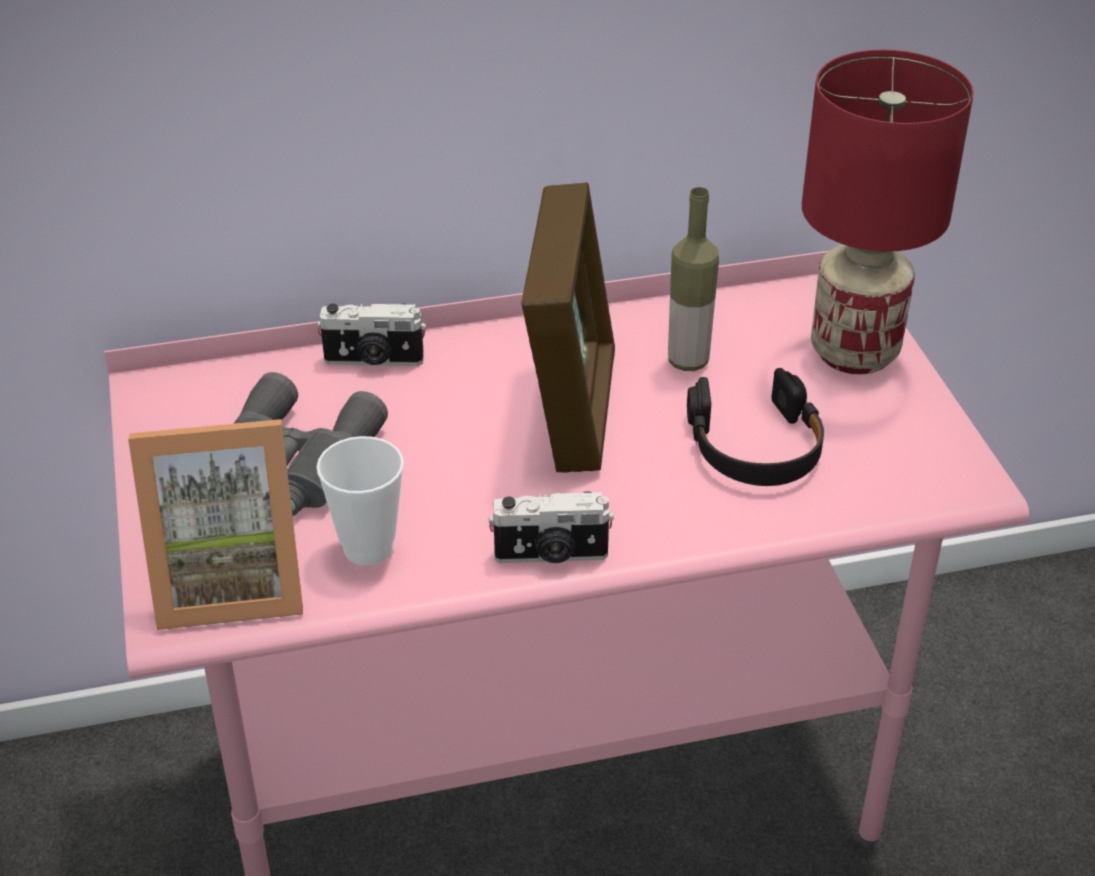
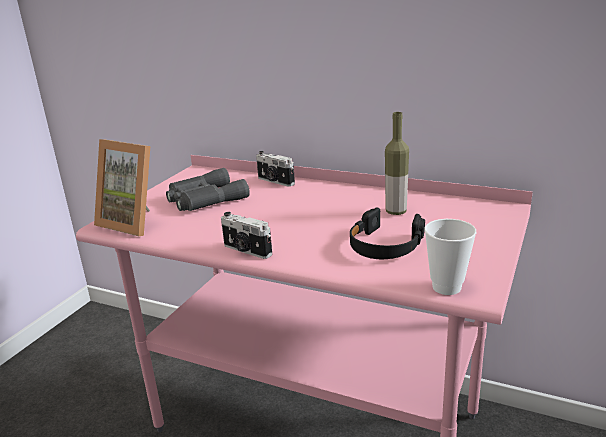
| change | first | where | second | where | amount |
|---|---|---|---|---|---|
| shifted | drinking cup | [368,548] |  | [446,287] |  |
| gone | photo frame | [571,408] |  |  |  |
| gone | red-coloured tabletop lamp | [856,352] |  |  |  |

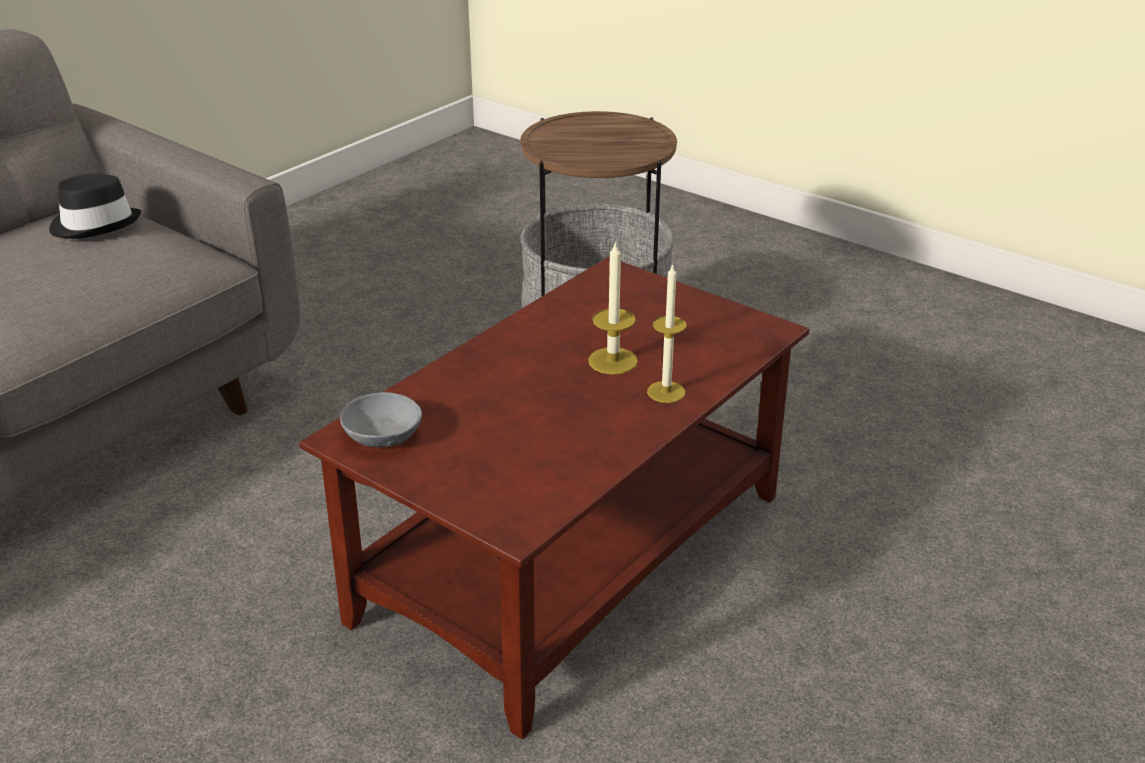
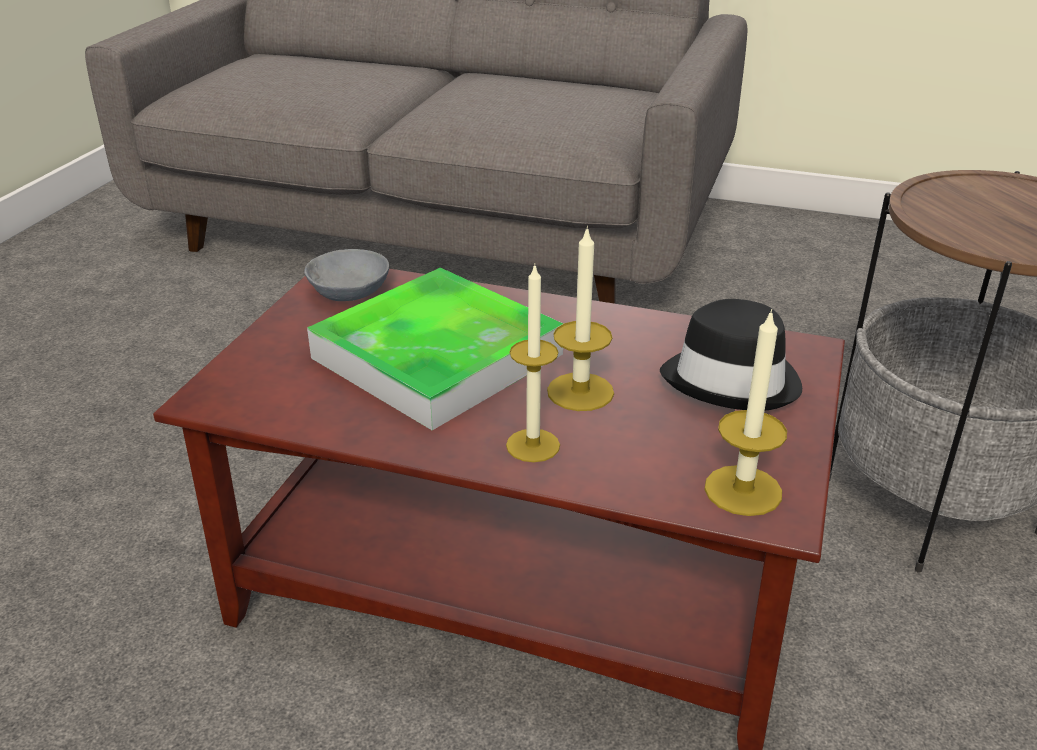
| change | first | where | second | where | amount |
|---|---|---|---|---|---|
| shifted | black-coloured hat | [95,224] |  | [733,380] |  |
| new |  |  | tray | [437,356] |  |
| new |  |  | wax candle | [743,490] |  |

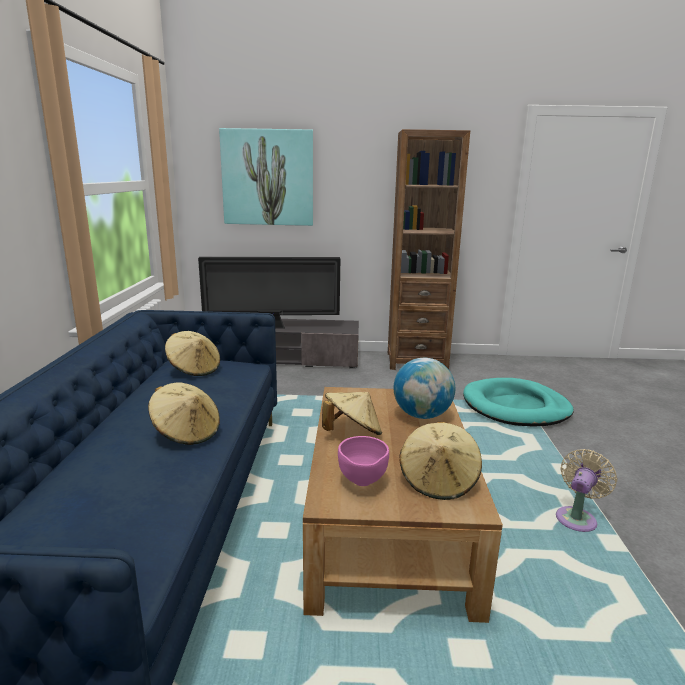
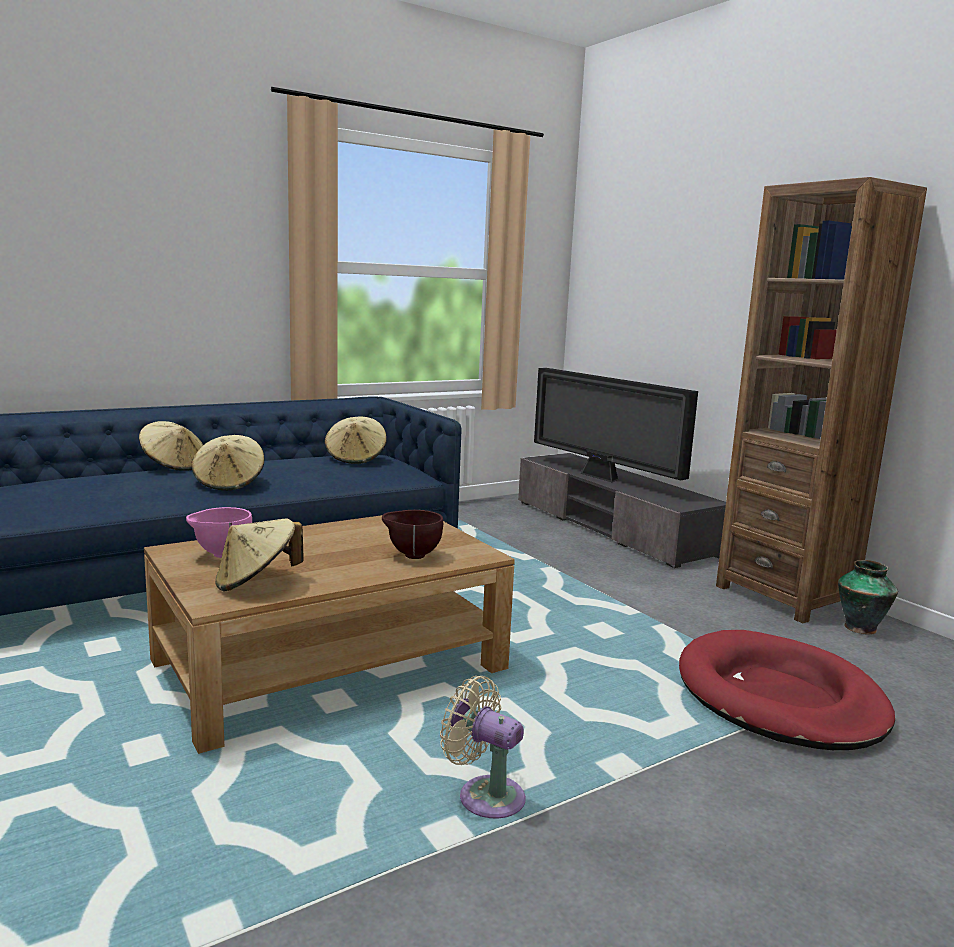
| change | first | where | second | where | amount |
|---|---|---|---|---|---|
| gone | wall picture | [268,178] |  |  |  |
| shifted | sand-coloured hat | [352,433] |  | [174,466] |  |
| swapped | desk globe | [422,415] | brown deep dish | [411,556] |  |
| repainted | turquoise dog cushion | [515,407] | red-coloured dog cushion | [779,697] |  |
| rotated | sand-coloured fan | [577,518] |  | [485,796] | 150 degrees counterclockwise |
| new |  |  | vase | [860,627] |  |

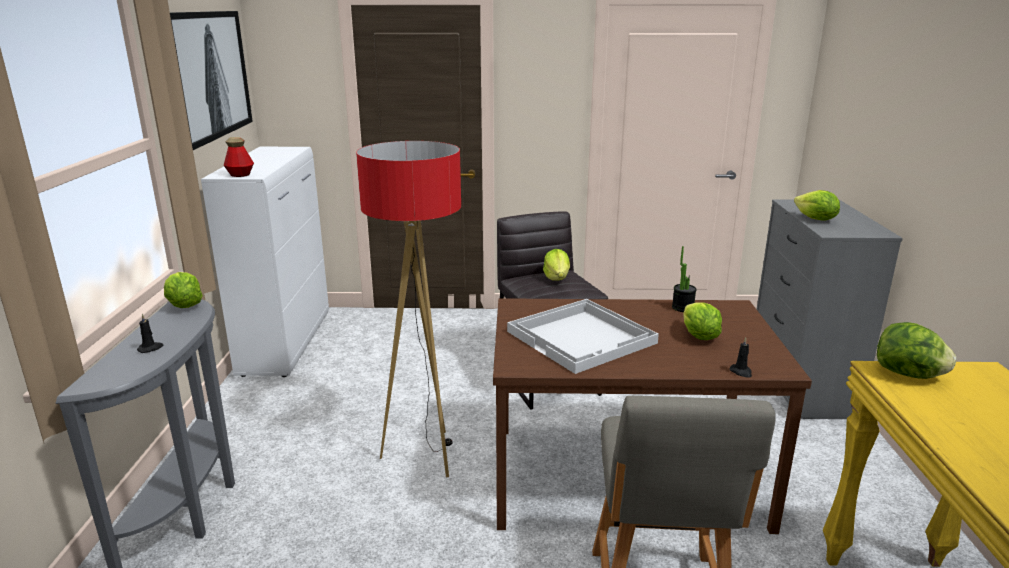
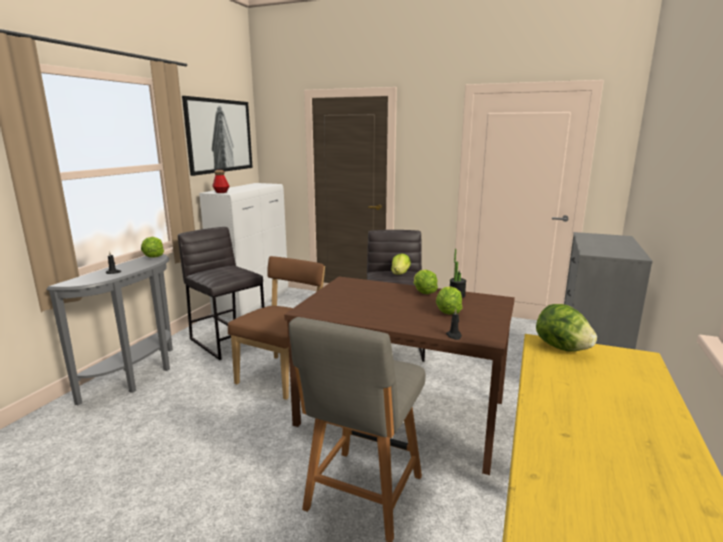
| change | first | where | second | where | amount |
|---|---|---|---|---|---|
| swapped | standard lamp | [424,455] | brown plain chair | [283,374] |  |
| gone | whitish tray | [582,337] |  |  |  |
| shifted | lettuce | [815,219] |  | [424,292] |  |
| new |  |  | grey stool | [228,340] |  |

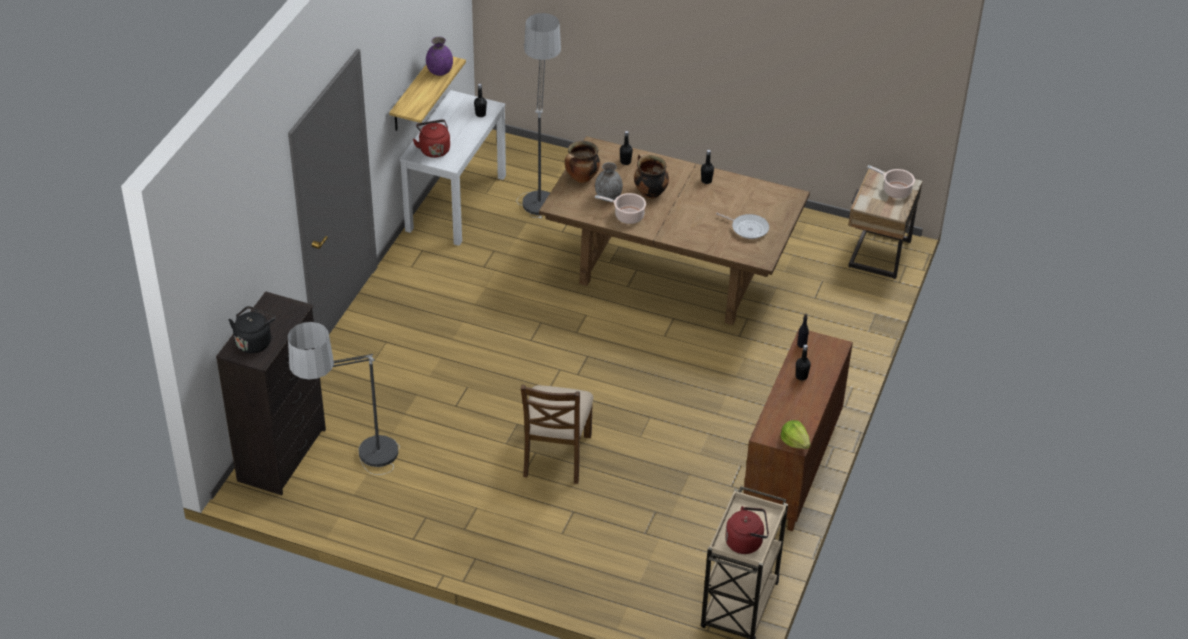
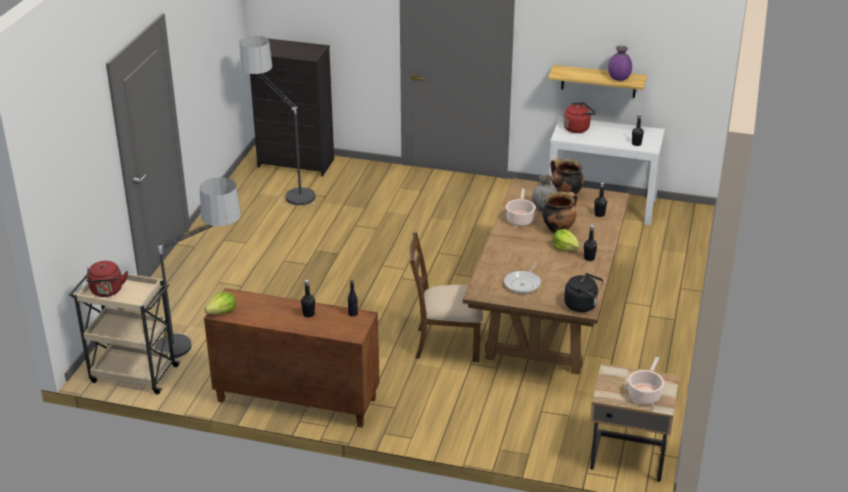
| change | first | where | second | where | amount |
|---|---|---|---|---|---|
| shifted | black-coloured kettle | [254,342] |  | [583,305] |  |
| shifted | standard lamp | [539,187] |  | [203,346] |  |
| shifted | brown plain chair | [556,455] |  | [447,344] |  |
| new |  |  | lettuce | [565,247] |  |

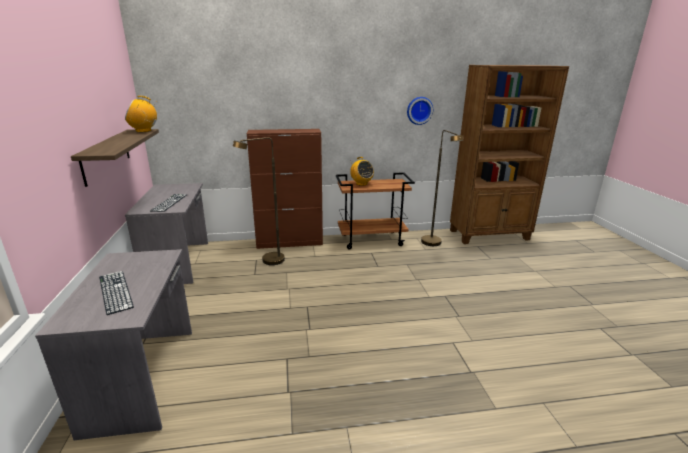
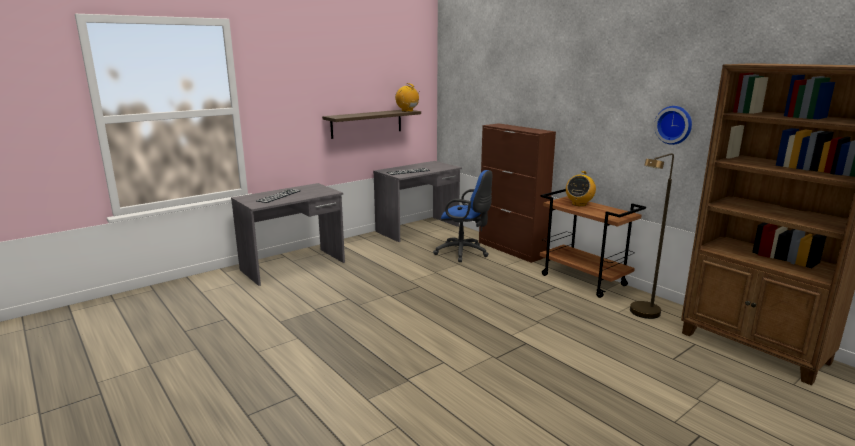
| change | first | where | second | where | amount |
|---|---|---|---|---|---|
| swapped | brown standard lamp | [268,262] | blue-coloured computer chair | [464,253] |  |

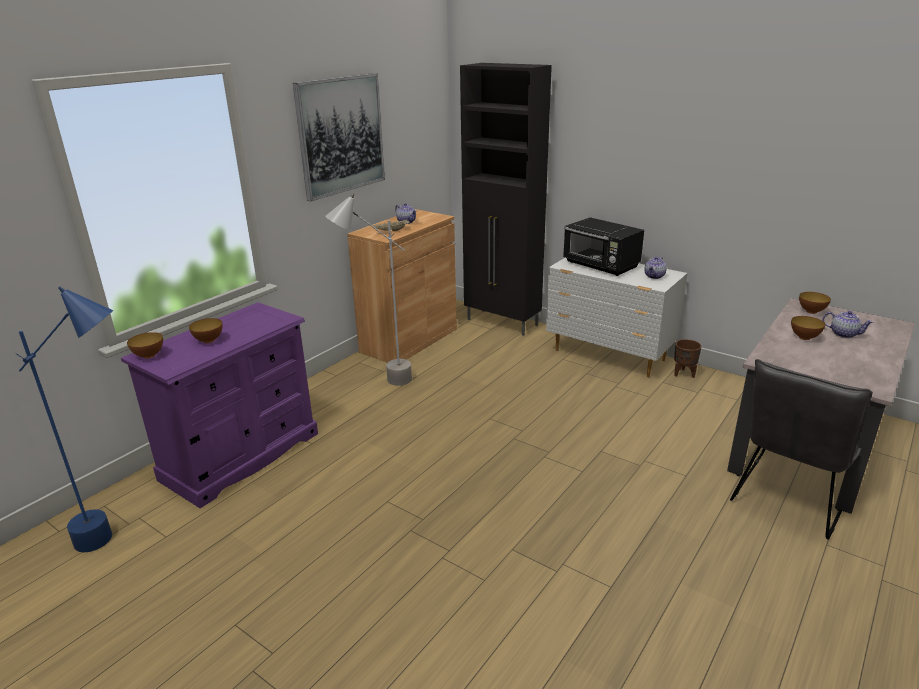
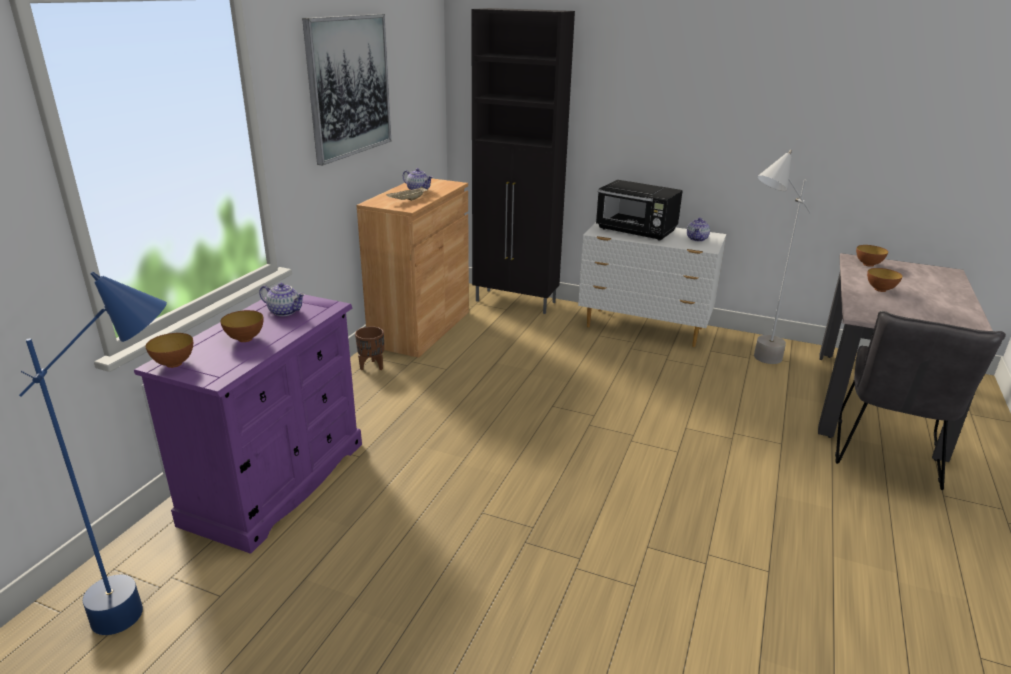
| change | first | where | second | where | amount |
|---|---|---|---|---|---|
| shifted | grey standard lamp | [379,383] |  | [753,363] |  |
| shifted | brown plant pot | [684,374] |  | [372,366] |  |
| shifted | pot for tea | [844,334] |  | [285,311] |  |

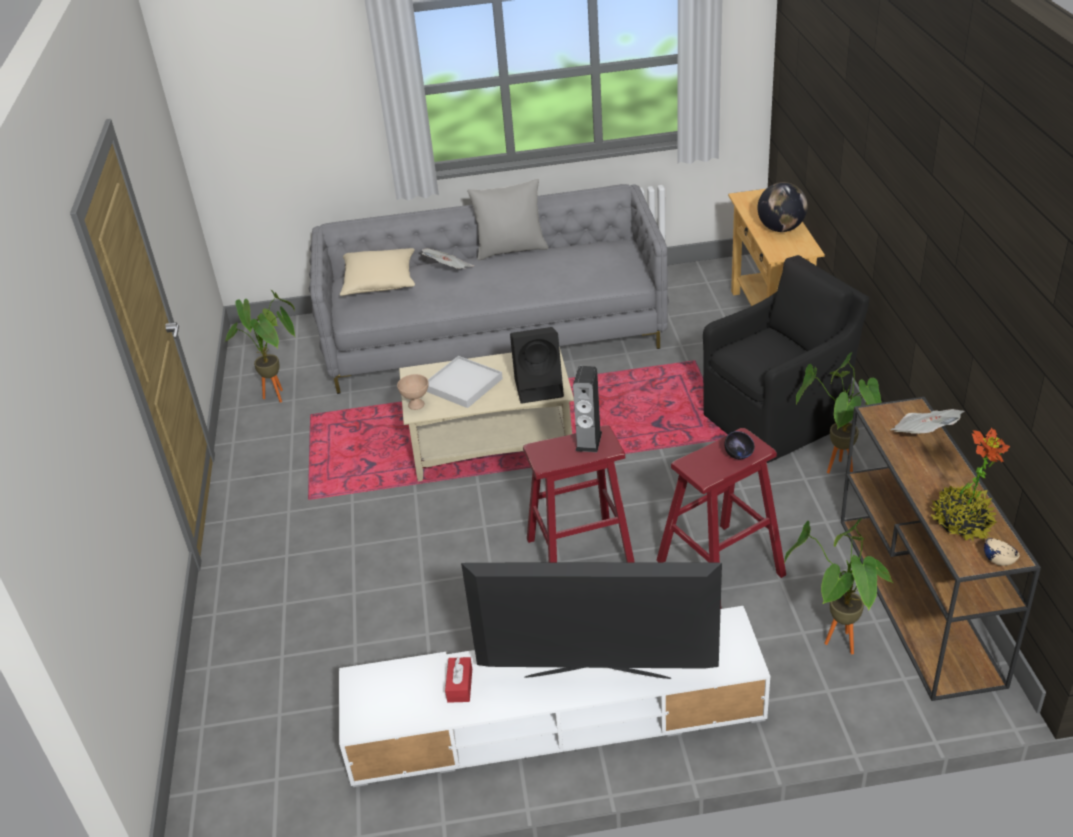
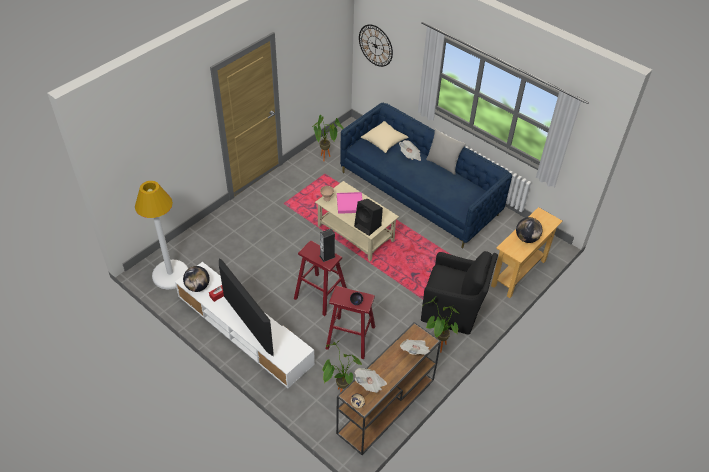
| change | first | where | second | where | amount |
|---|---|---|---|---|---|
| repainted | grey couch | [494,335] | blue-coloured couch | [419,193] |  |
| repainted | whitish tray | [463,385] | pink tray | [349,204] |  |
| swapped | plant in a pot | [961,522] | newspaper | [370,384] |  |
| new |  |  | whitish standard lamp | [170,275] |  |
| new |  |  | desk globe | [198,287] |  |
| new |  |  | clock on the wall | [375,45] |  |

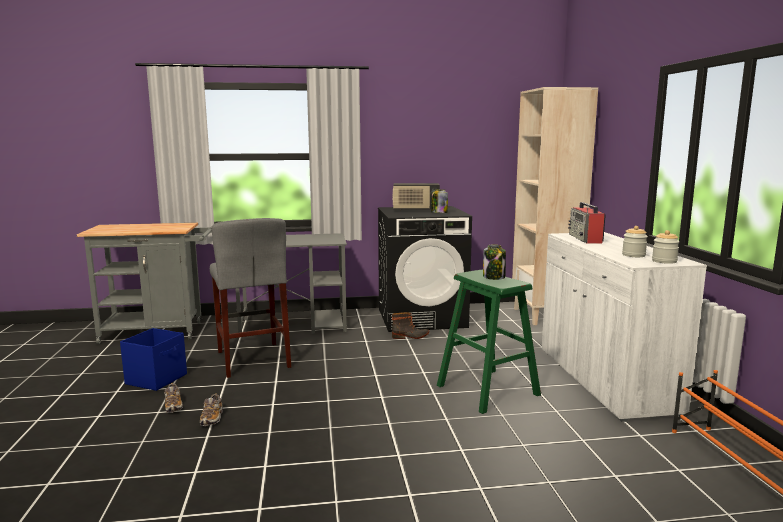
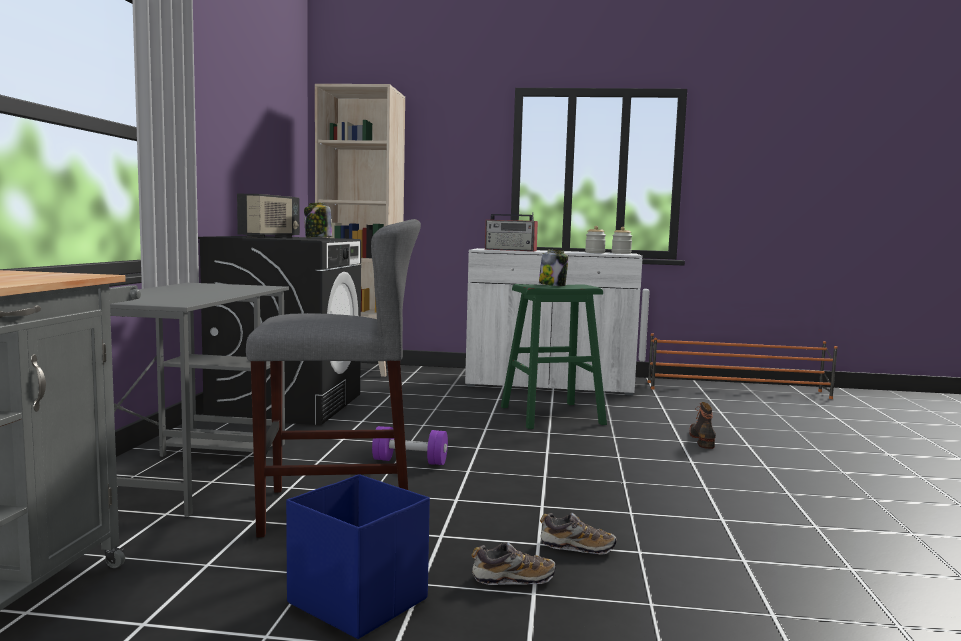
| change | first | where | second | where | amount |
|---|---|---|---|---|---|
| shifted | high-top boot | [410,336] |  | [703,439] |  |
| new |  |  | purple free weight | [410,461] |  |

